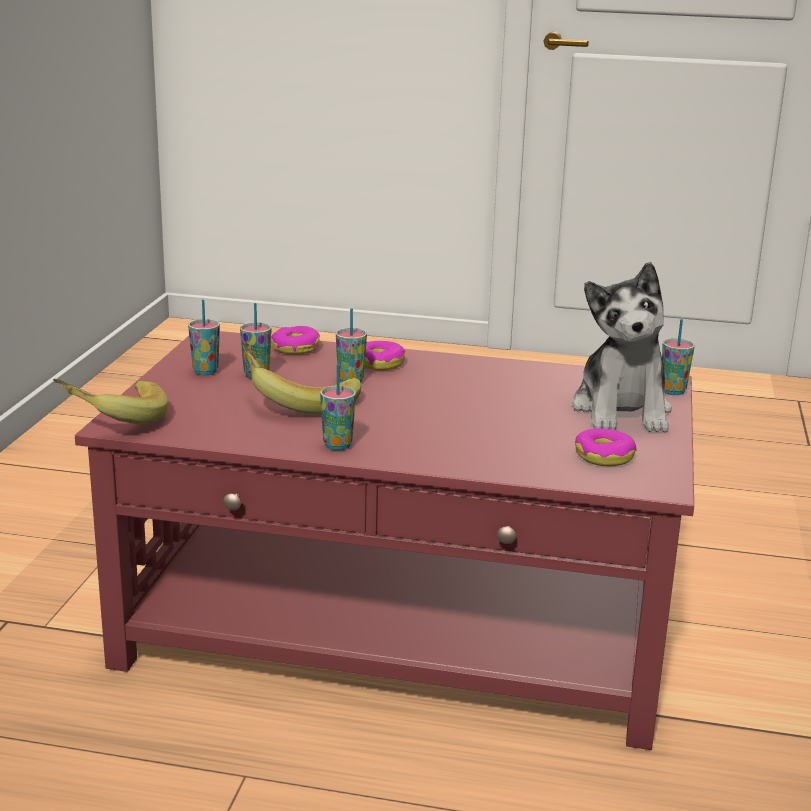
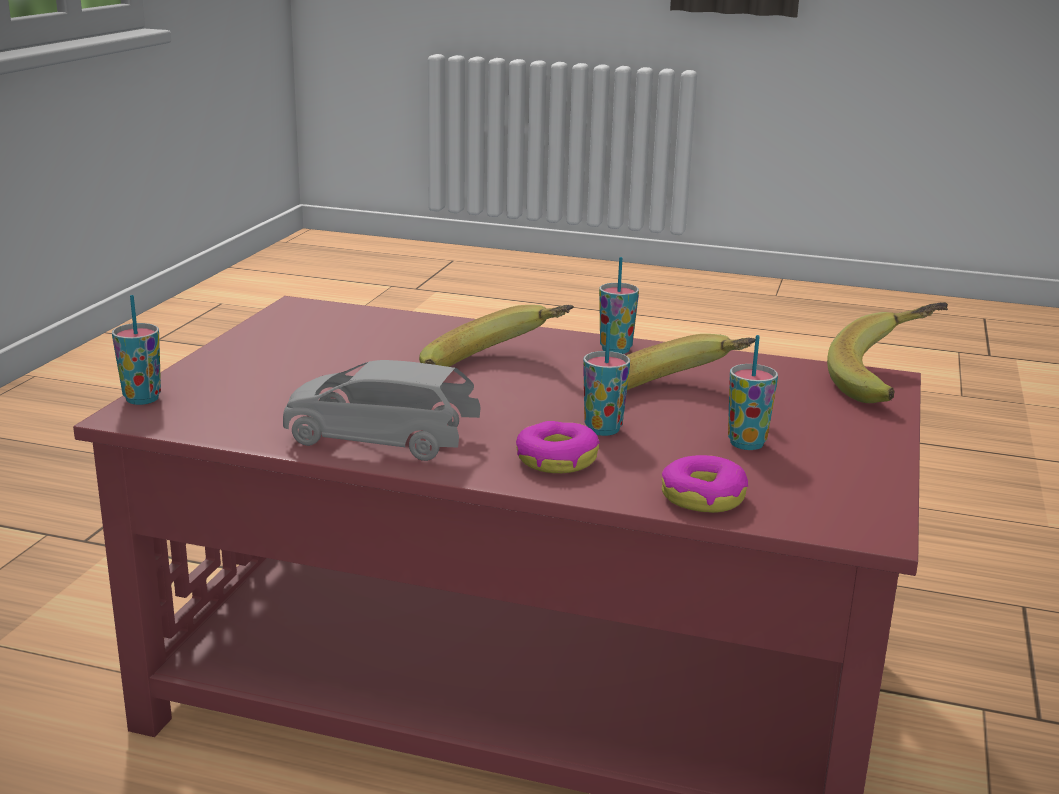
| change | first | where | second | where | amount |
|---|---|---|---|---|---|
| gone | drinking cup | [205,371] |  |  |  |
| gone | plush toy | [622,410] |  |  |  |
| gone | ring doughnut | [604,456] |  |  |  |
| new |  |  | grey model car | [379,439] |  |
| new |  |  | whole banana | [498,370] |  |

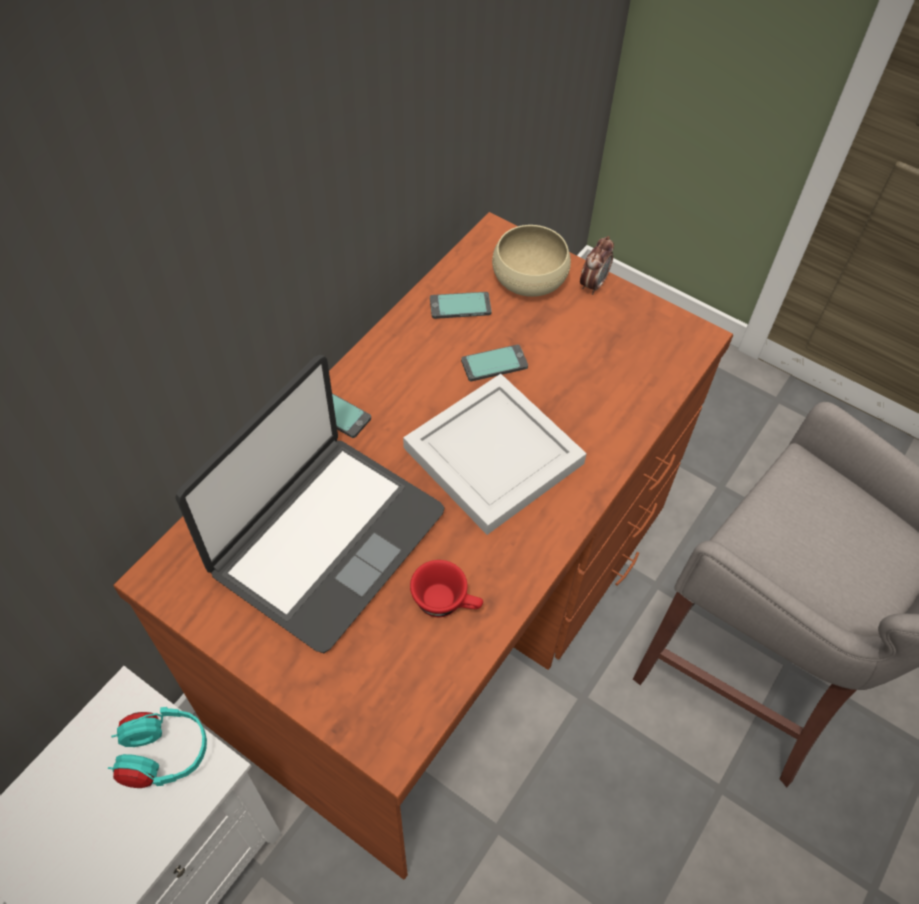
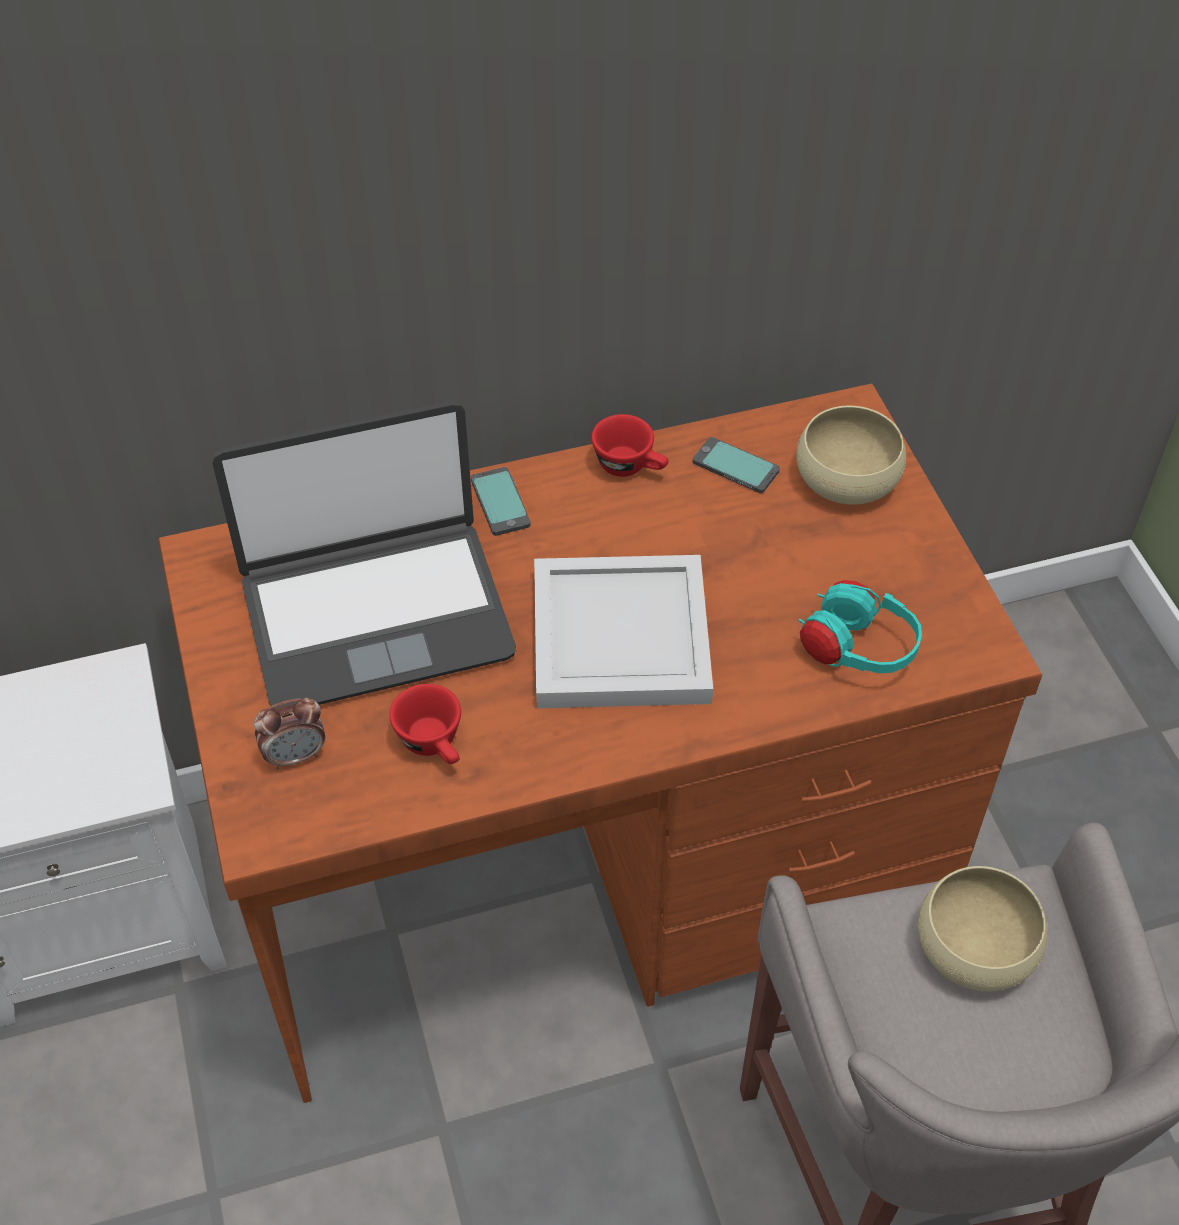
| change | first | where | second | where | amount |
|---|---|---|---|---|---|
| shifted | turquoise pair of headphones | [163,755] |  | [857,650] |  |
| gone | handset | [494,363] |  |  |  |
| shifted | bedside clock | [593,284] |  | [295,755] |  |
| new |  |  | red-coloured drinking cup | [631,466] |  |
| new |  |  | sand-coloured deep dish | [975,947] |  |

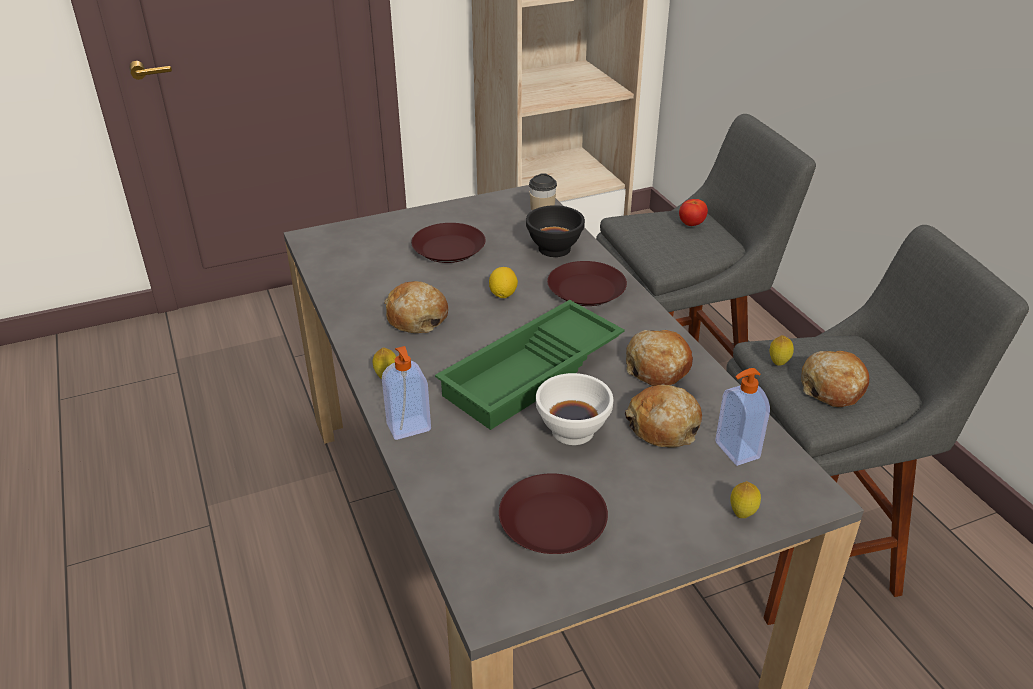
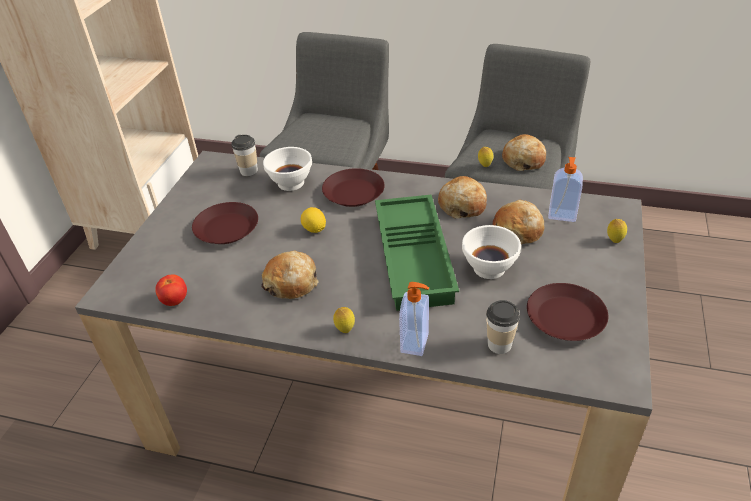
| change | first | where | second | where | amount |
|---|---|---|---|---|---|
| repainted | black-coloured deep dish | [554,248] | whitish deep dish | [290,182] |  |
| shifted | whole tomato | [691,224] |  | [174,300] |  |
| new |  |  | drinking cup | [499,344] |  |

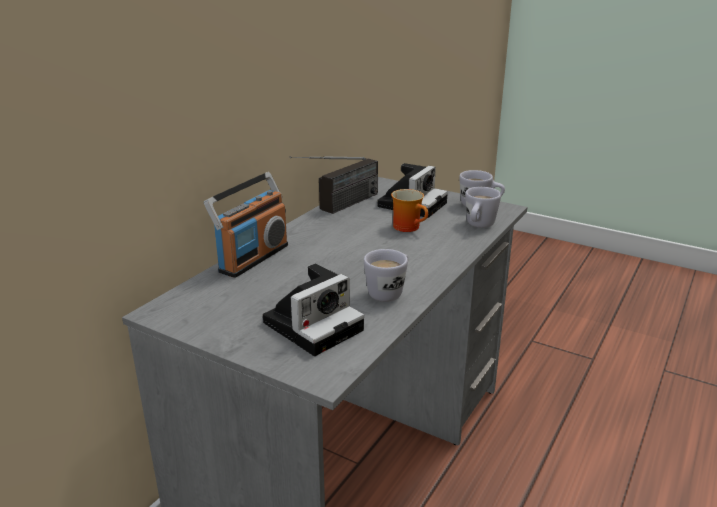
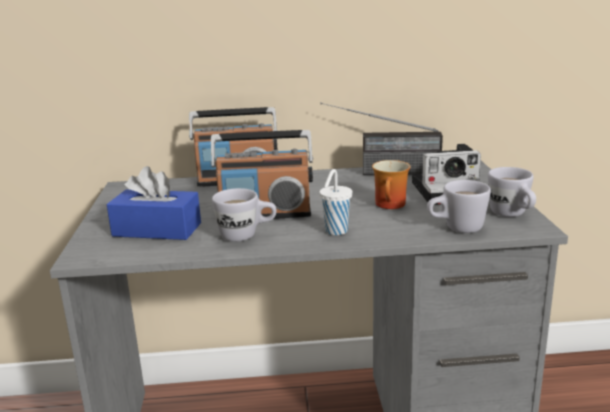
| change | first | where | second | where | amount |
|---|---|---|---|---|---|
| swapped | photo camera | [315,324] | blue-coloured tissue holder | [157,230] |  |
| new |  |  | radio | [265,214] |  |
| new |  |  | whitish drinking cup | [335,231] |  |

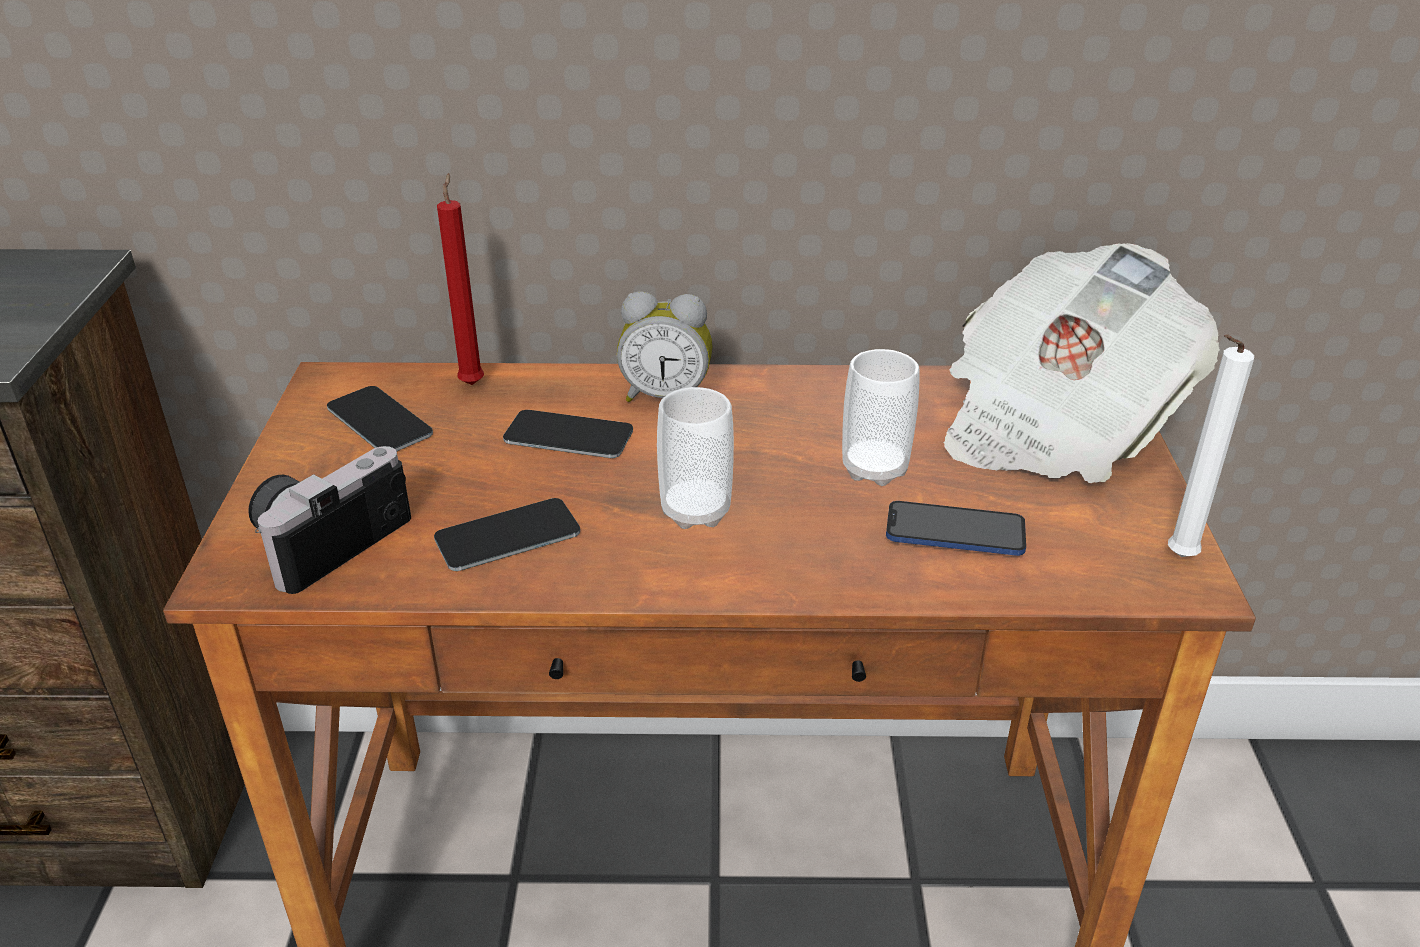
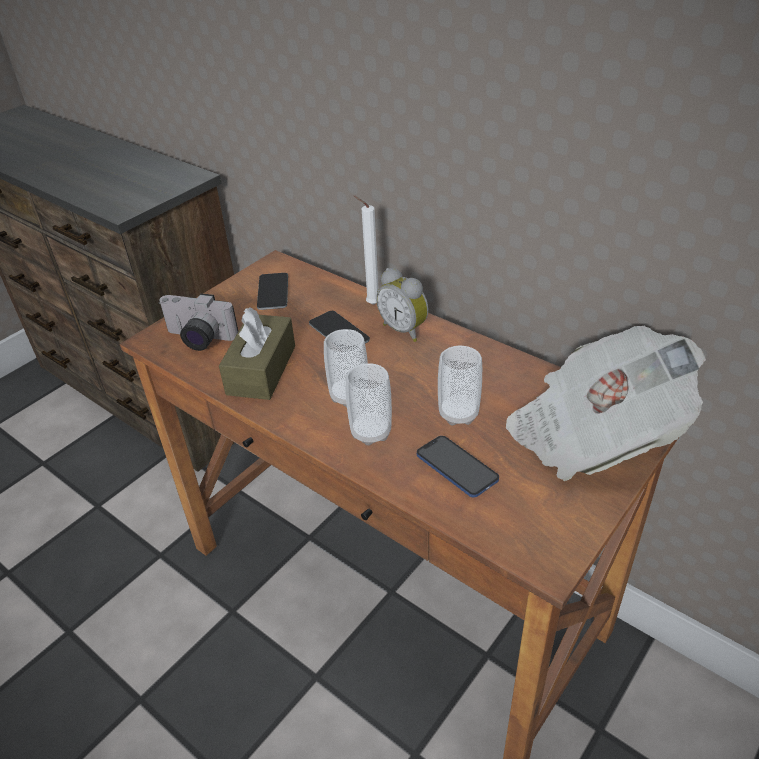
| change | first | where | second | where | amount |
|---|---|---|---|---|---|
| rotated | photo camera | [327,539] |  | [198,339] | 150 degrees counterclockwise |
| swapped | handset | [507,536] | brown tissue holder | [261,370] |  |
| gone | red-coloured wax candle | [472,382] |  |  |  |
| shifted | whitish wax candle | [1177,558] |  | [371,304] |  |
| new |  |  | drinking cup | [371,432] |  |

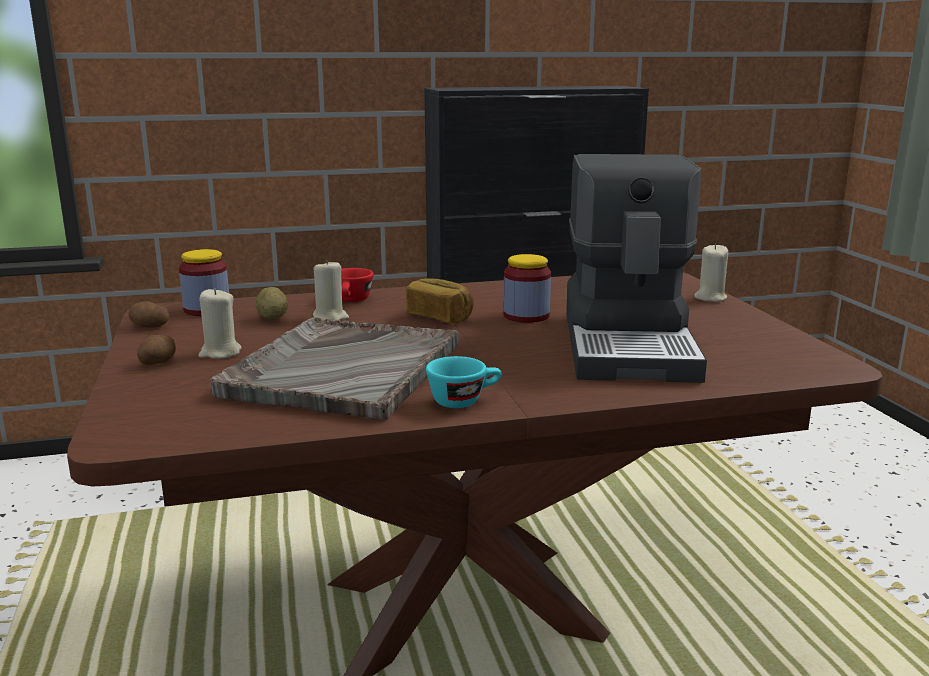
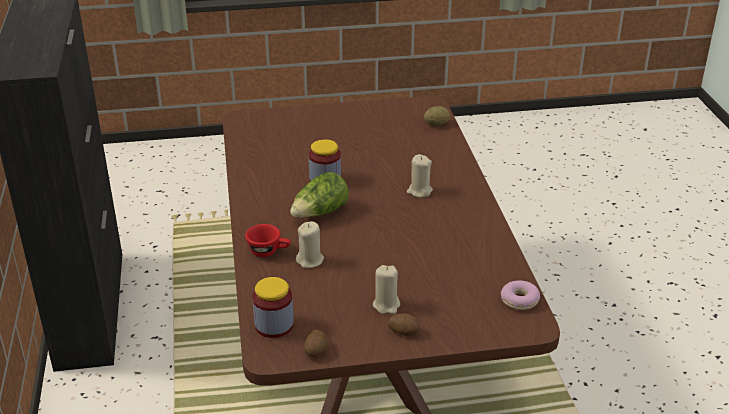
| change | first | where | second | where | amount |
|---|---|---|---|---|---|
| gone | grey tray | [343,370] |  |  |  |
| shifted | spud | [273,318] |  | [436,124] |  |
| swapped | baked bread | [440,317] | lettuce | [320,213] |  |
| gone | turquoise drinking cup | [464,400] |  |  |  |
| gone | coffee brewer | [630,344] |  |  |  |
| shifted | sand-coloured wax candle | [710,297] |  | [419,191] |  |
| new |  |  | ring doughnut | [519,300] |  |

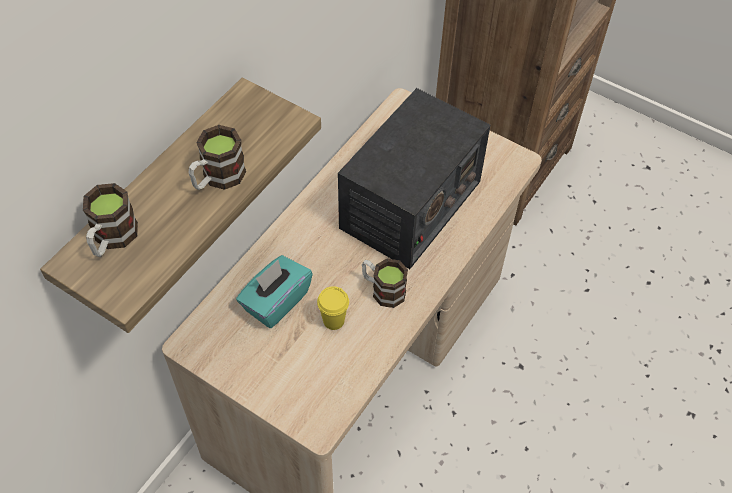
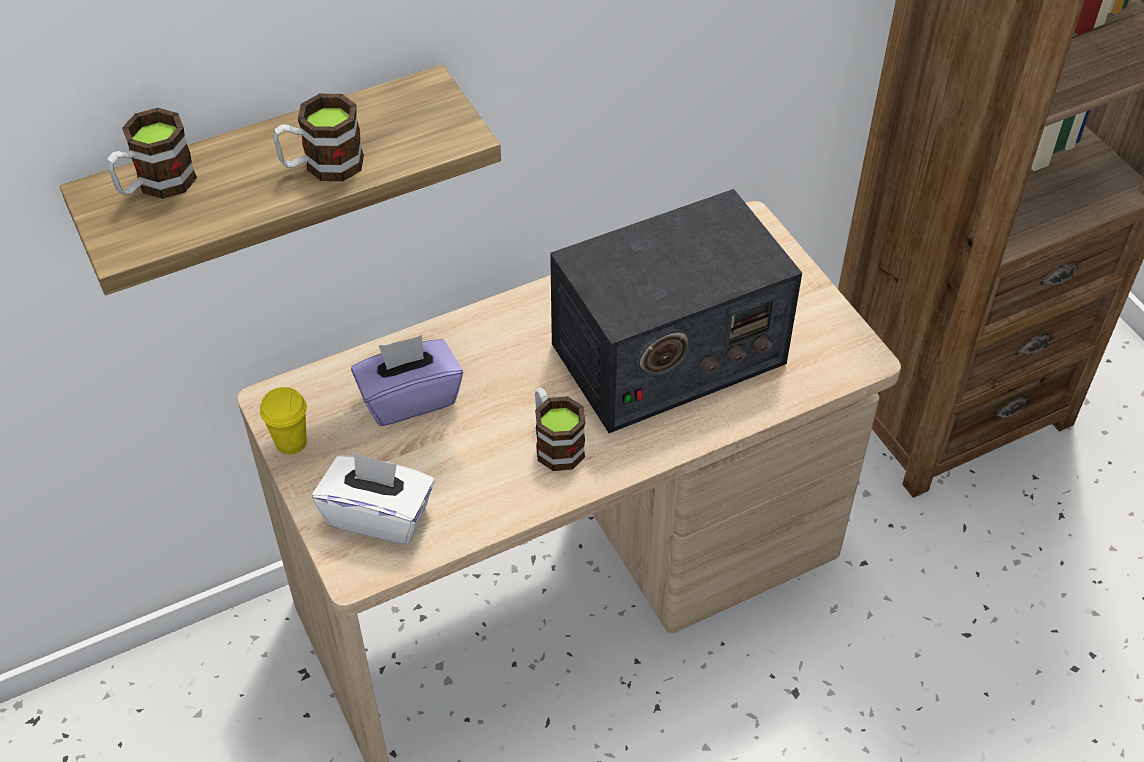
| change | first | where | second | where | amount |
|---|---|---|---|---|---|
| repainted | turquoise tissue holder | [276,302] | purple tissue holder | [409,398] |  |
| shifted | yellowish drinking cup | [333,320] |  | [291,442] |  |
| new |  |  | whitish tissue holder | [379,515] |  |

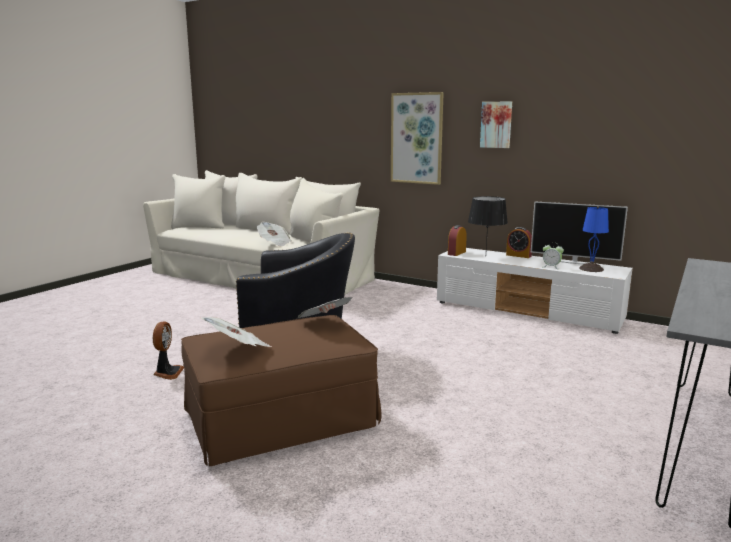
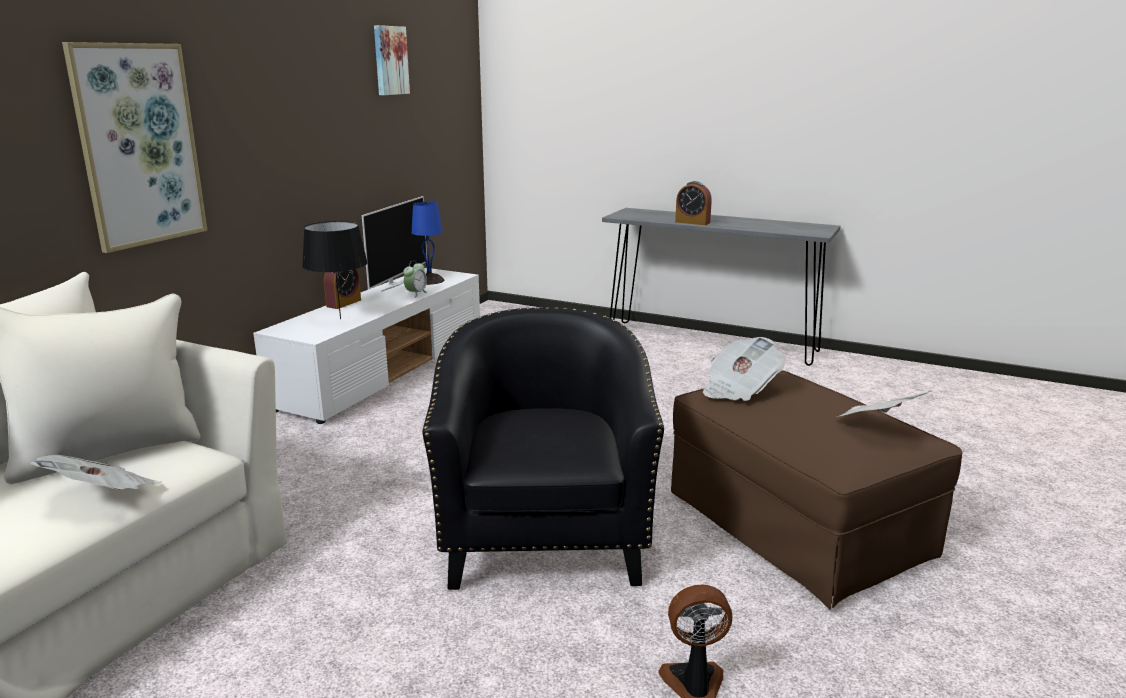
| change | first | where | second | where | amount |
|---|---|---|---|---|---|
| shifted | bedside clock | [456,253] |  | [692,222] |  |
| shifted | wall picture | [496,124] |  | [389,60] |  |

